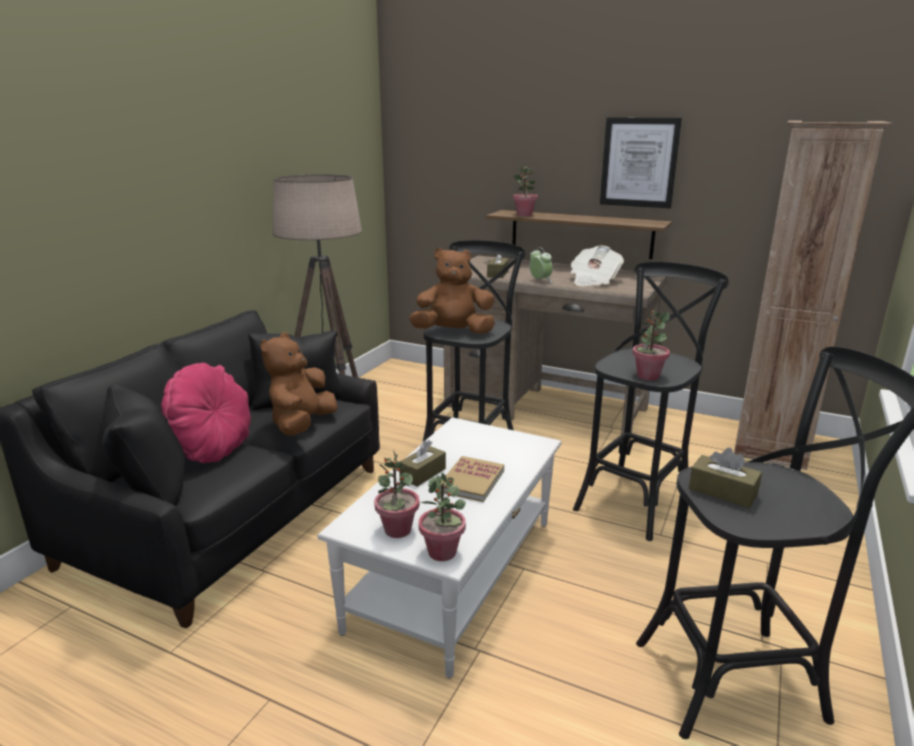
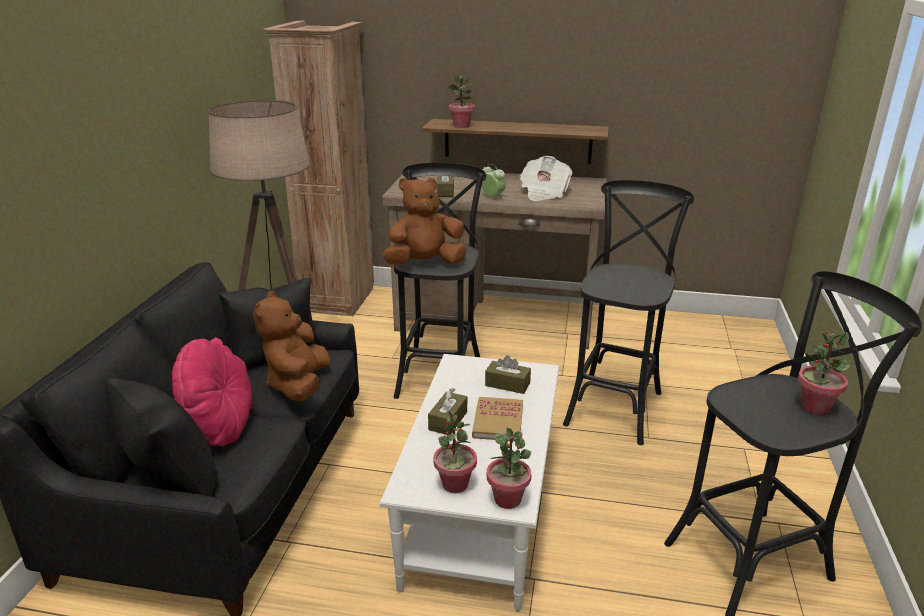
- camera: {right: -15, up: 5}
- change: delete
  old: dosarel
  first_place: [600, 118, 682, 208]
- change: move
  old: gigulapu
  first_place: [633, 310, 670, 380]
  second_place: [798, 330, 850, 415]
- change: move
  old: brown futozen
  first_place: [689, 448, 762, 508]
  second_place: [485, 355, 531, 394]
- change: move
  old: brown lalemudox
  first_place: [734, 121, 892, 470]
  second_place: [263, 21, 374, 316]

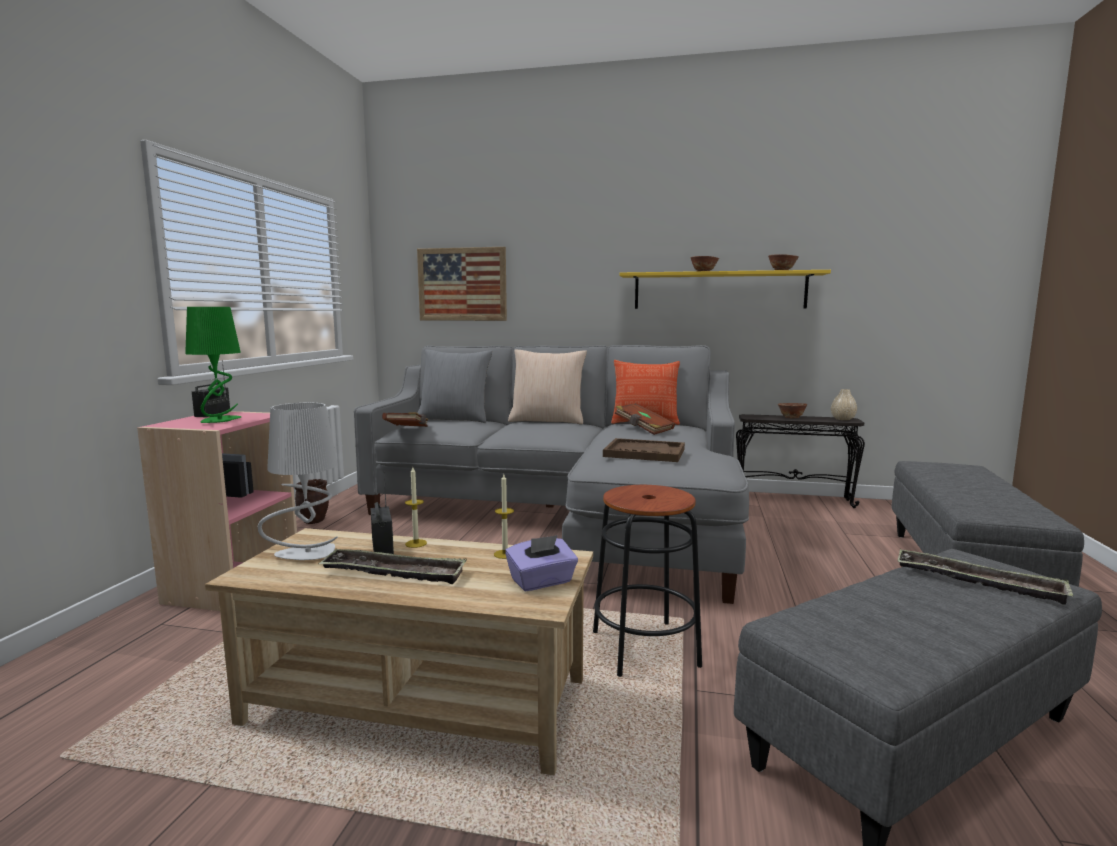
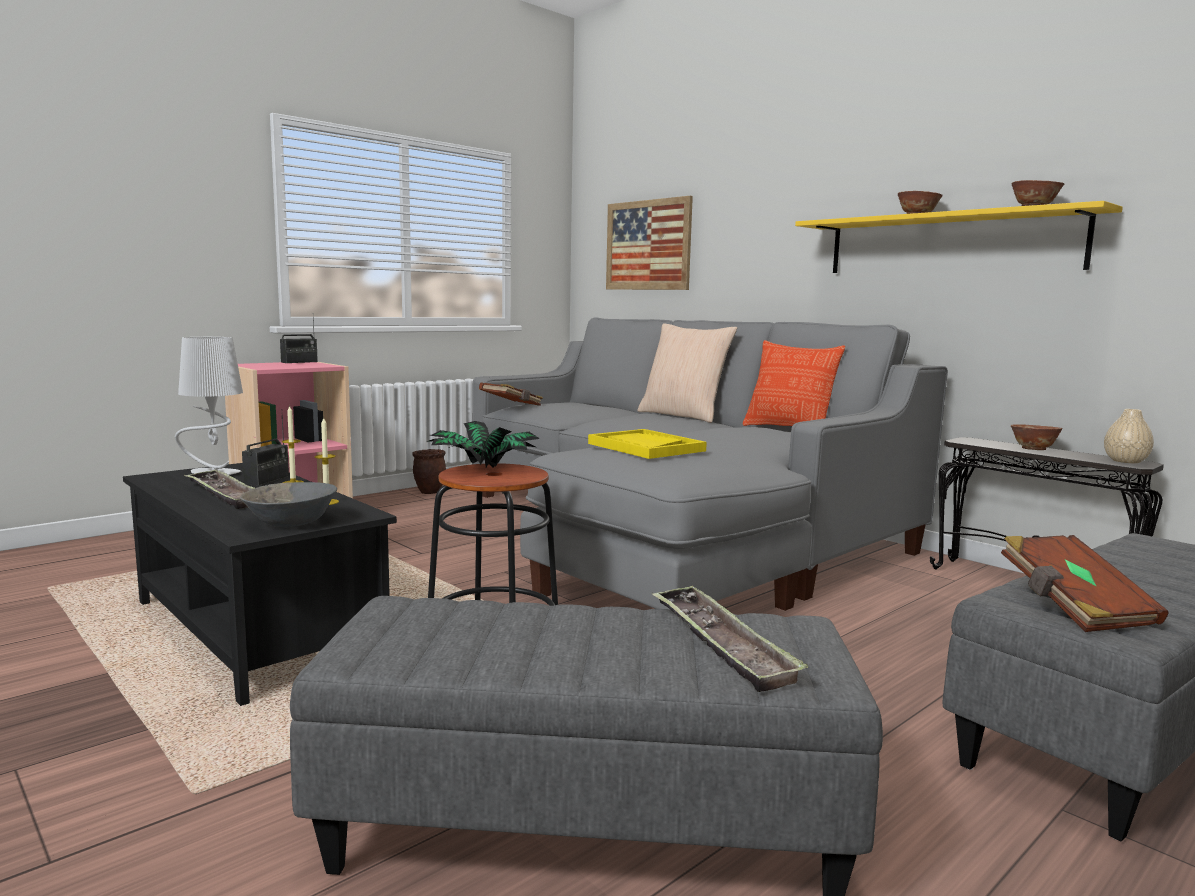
- camera: {right: 35, up: 0}
- change: delete
  old: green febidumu
  first_place: [185, 307, 242, 423]
- change: delete
  old: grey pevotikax
  first_place: [418, 350, 492, 423]
- change: insert
  new: gigulapu
  second_place: [426, 421, 540, 467]
- change: move
  old: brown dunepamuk
  first_place: [615, 403, 675, 435]
  second_place: [1001, 535, 1169, 632]
- change: replace
  old: purple futozen
  new: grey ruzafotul
  first_place: [505, 535, 578, 591]
  second_place: [240, 482, 337, 527]
- change: recolor
  old: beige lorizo
  new: black lorizo
  first_place: [205, 528, 593, 775]
  second_place: [123, 463, 397, 706]
- change: recolor
  old: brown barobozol
  new: yellow barobozol
  first_place: [603, 438, 685, 462]
  second_place: [588, 429, 707, 459]

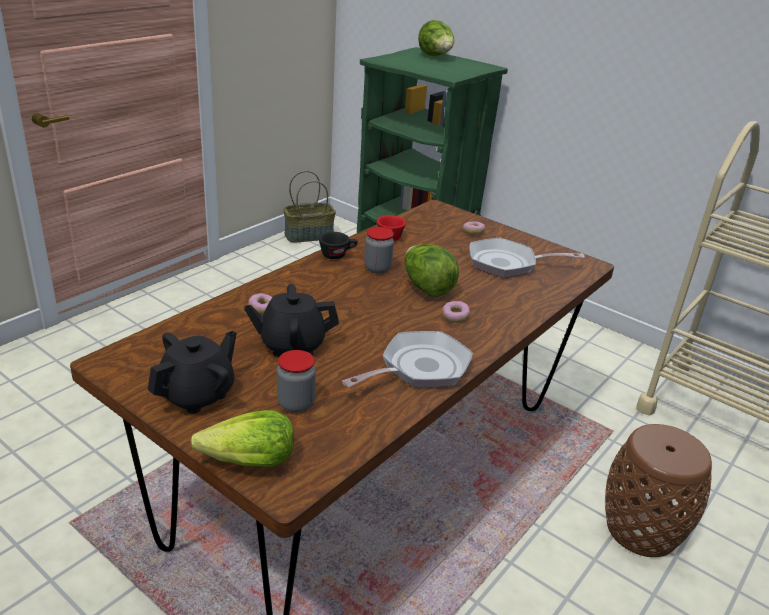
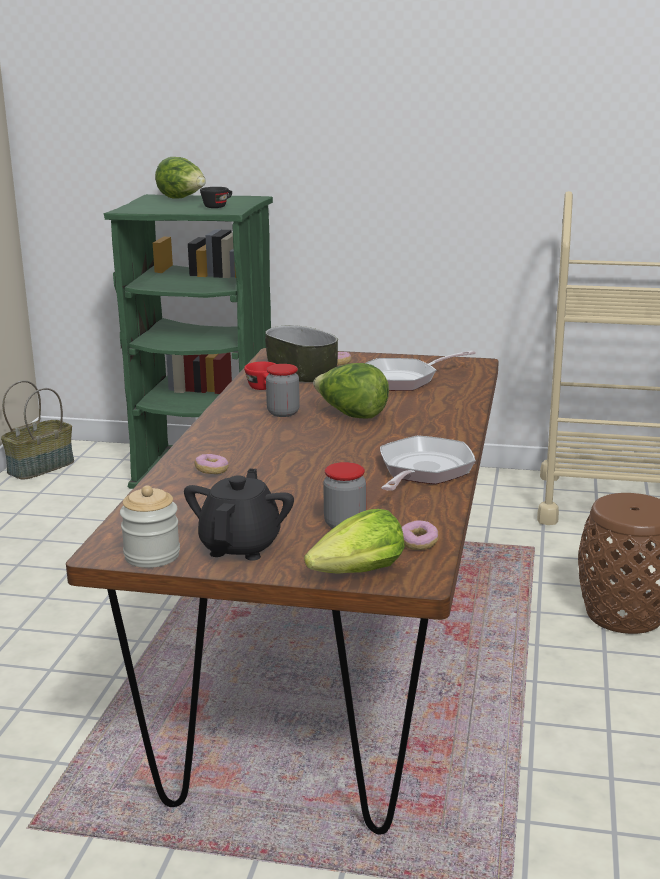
- camera: {right: -25, up: -10}
- change: delete
  old: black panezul
  first_place: [244, 284, 339, 357]
- change: insert
  new: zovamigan
  second_place: [120, 485, 180, 568]
- change: insert
  new: ruzafotul
  second_place: [265, 325, 338, 382]
- change: move
  old: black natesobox
  first_place: [319, 232, 358, 259]
  second_place: [200, 187, 232, 208]
- change: move
  old: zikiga
  first_place: [442, 301, 470, 323]
  second_place: [402, 520, 438, 550]

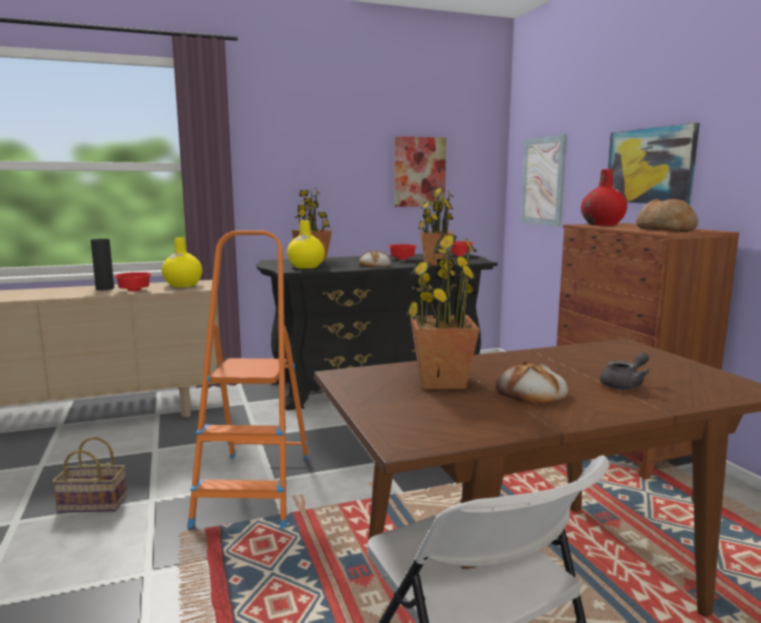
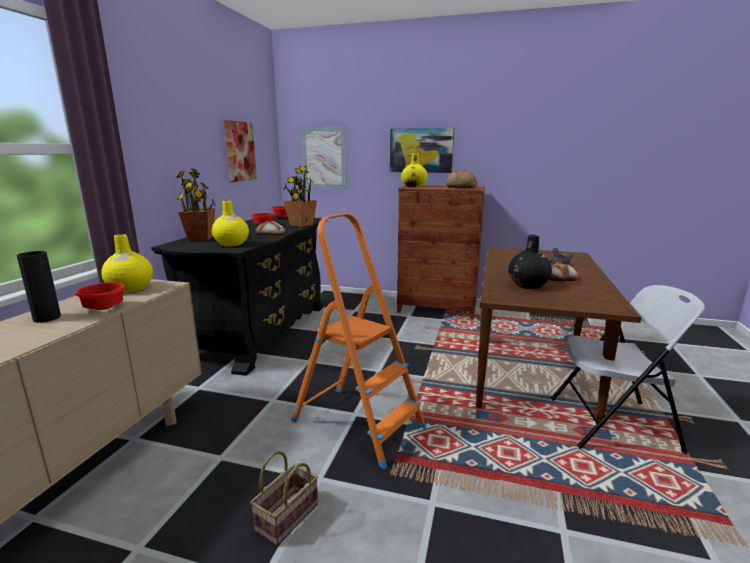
- camera: {right: -55, up: 5}
- change: replace
  old: gigulapu
  new: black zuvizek
  first_place: [406, 234, 480, 389]
  second_place: [508, 235, 552, 289]
- change: recolor
  old: red zuvizek
  new: yellow zuvizek
  first_place: [581, 169, 627, 226]
  second_place: [401, 153, 428, 187]

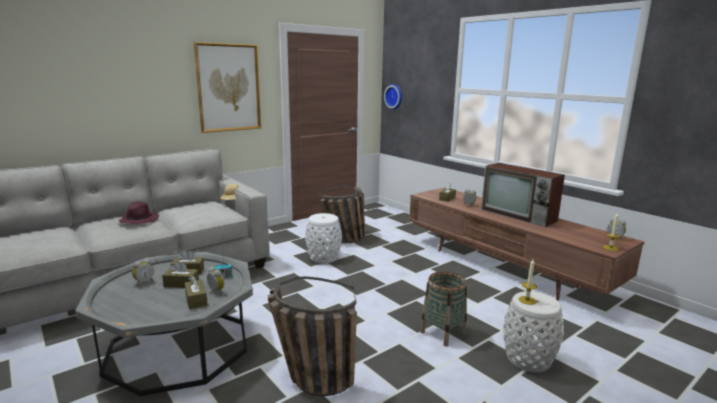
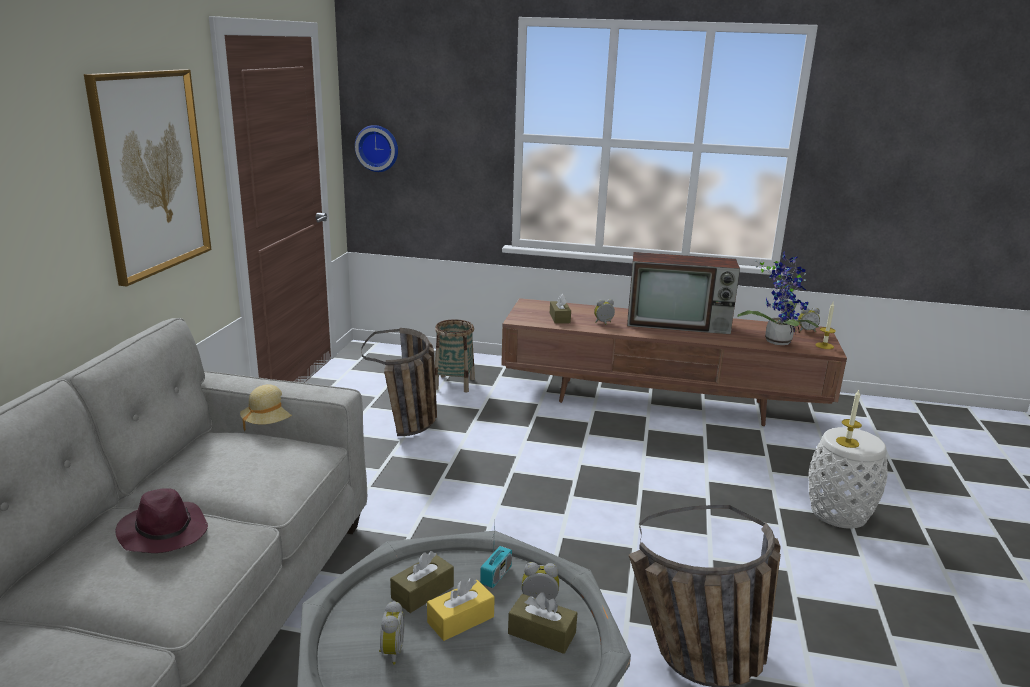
- camera: {right: -40, up: 5}
- change: delete
  old: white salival
  first_place: [305, 213, 342, 264]
- change: insert
  new: gigulapu
  second_place: [737, 251, 819, 345]
- change: move
  old: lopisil
  first_place: [420, 271, 467, 346]
  second_place: [435, 319, 475, 392]
- change: recolor
  old: brown futozen
  new: yellow futozen
  first_place: [162, 261, 199, 288]
  second_place: [427, 578, 495, 641]

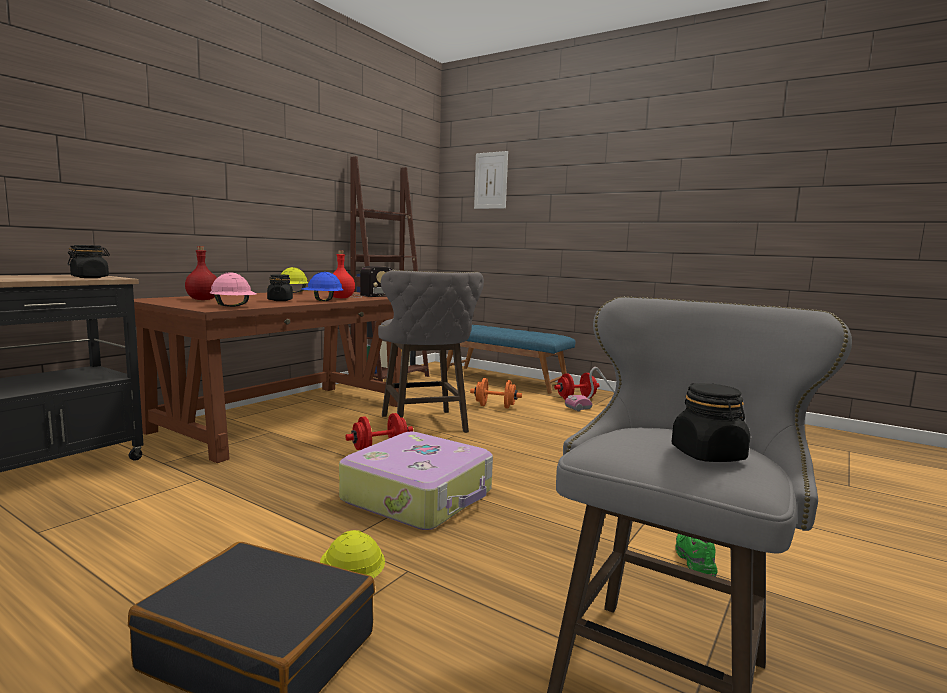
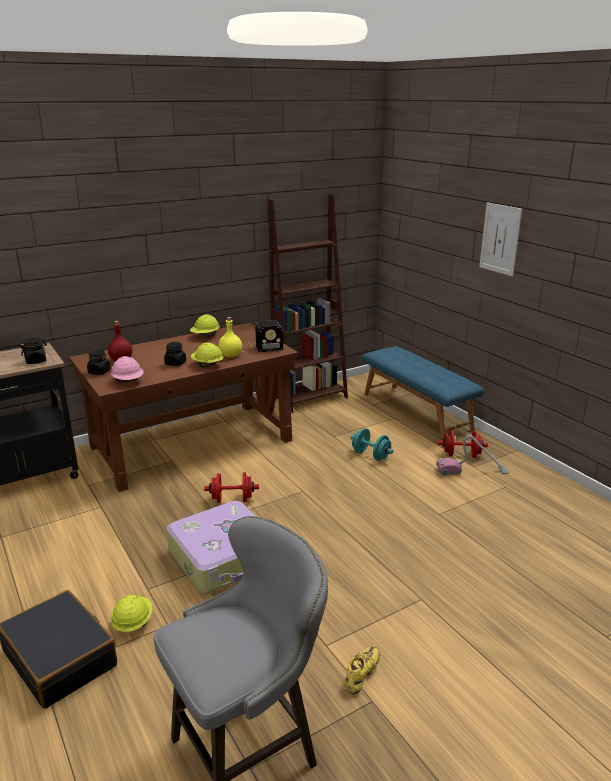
- camera: {right: 25, up: 15}
- change: delete
  old: grey salival
  first_place: [378, 270, 484, 433]
- change: move
  old: dosarel
  first_place: [474, 151, 508, 209]
  second_place: [479, 202, 522, 276]
- change: move
  old: black zovamigan
  first_place: [672, 383, 750, 462]
  second_place: [87, 349, 111, 375]
- change: recolor
  old: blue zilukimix
  new: yellow zilukimix
  first_place: [302, 272, 343, 301]
  second_place: [191, 342, 223, 367]
- change: recolor
  old: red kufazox
  new: yellow kufazox
  first_place: [328, 250, 355, 298]
  second_place: [219, 317, 242, 358]
- change: recolor
  old: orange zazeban
  new: turquoise zazeban
  first_place: [470, 378, 522, 408]
  second_place: [351, 428, 393, 461]
- change: recolor
  old: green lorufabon
  new: yellow lorufabon
  first_place: [675, 534, 718, 577]
  second_place: [343, 646, 380, 694]

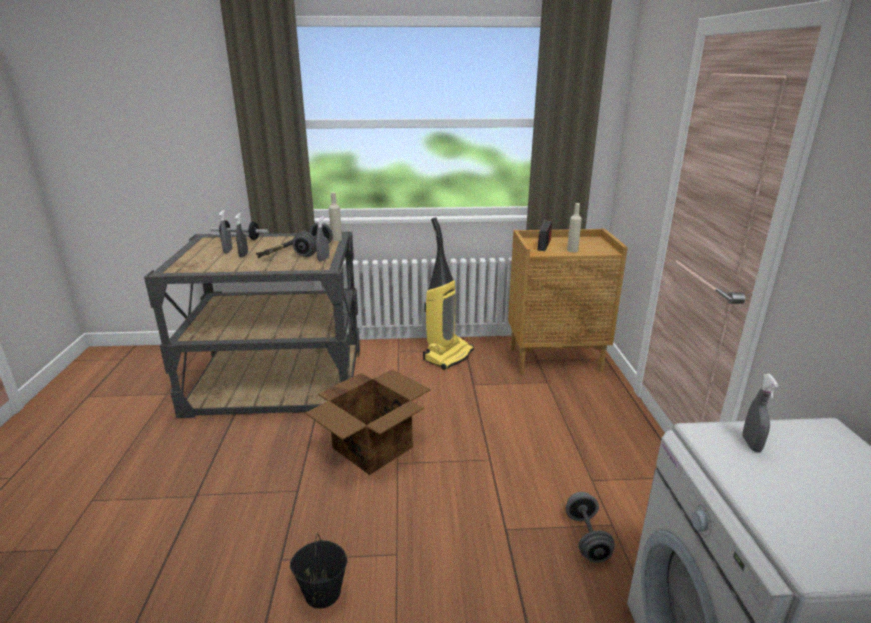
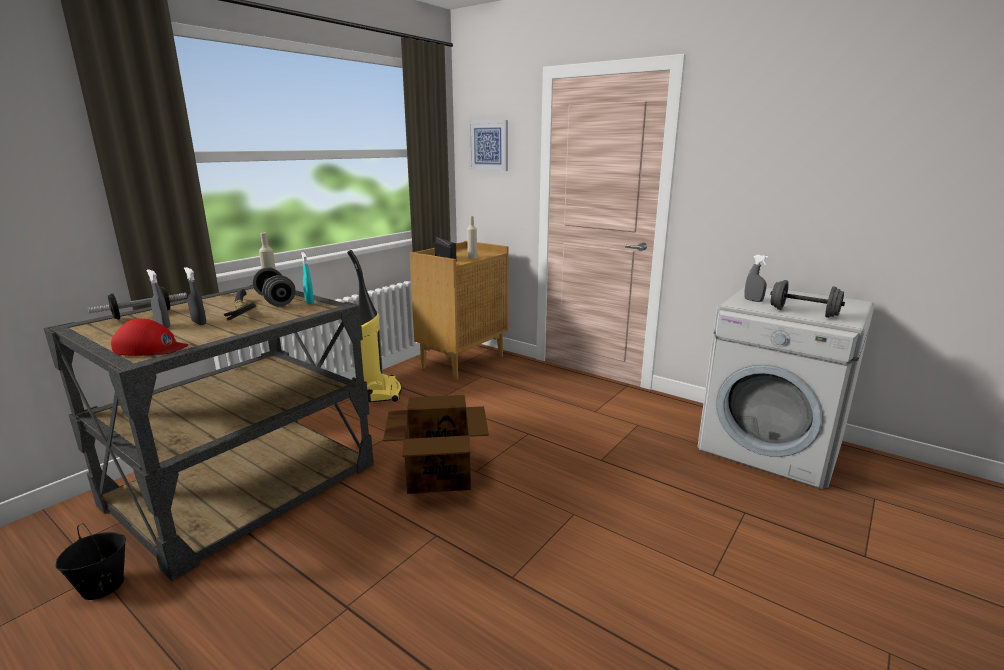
- camera: {right: -50, up: -5}
- change: insert
  new: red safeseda
  second_place: [111, 318, 188, 356]
- change: insert
  new: dosarel
  second_place: [468, 120, 508, 171]
- change: move
  old: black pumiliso
  first_place: [290, 533, 347, 609]
  second_place: [55, 523, 126, 600]
- change: move
  old: grey zazeban
  first_place: [566, 492, 615, 563]
  second_place: [770, 280, 845, 318]
- change: recolor
  old: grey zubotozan
  new: turquoise zubotozan
  first_place: [316, 216, 329, 262]
  second_place: [301, 252, 314, 304]

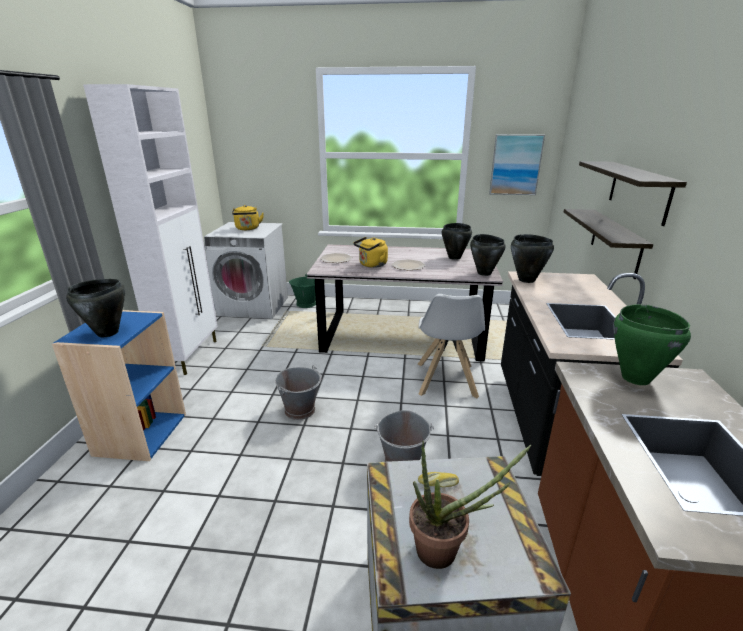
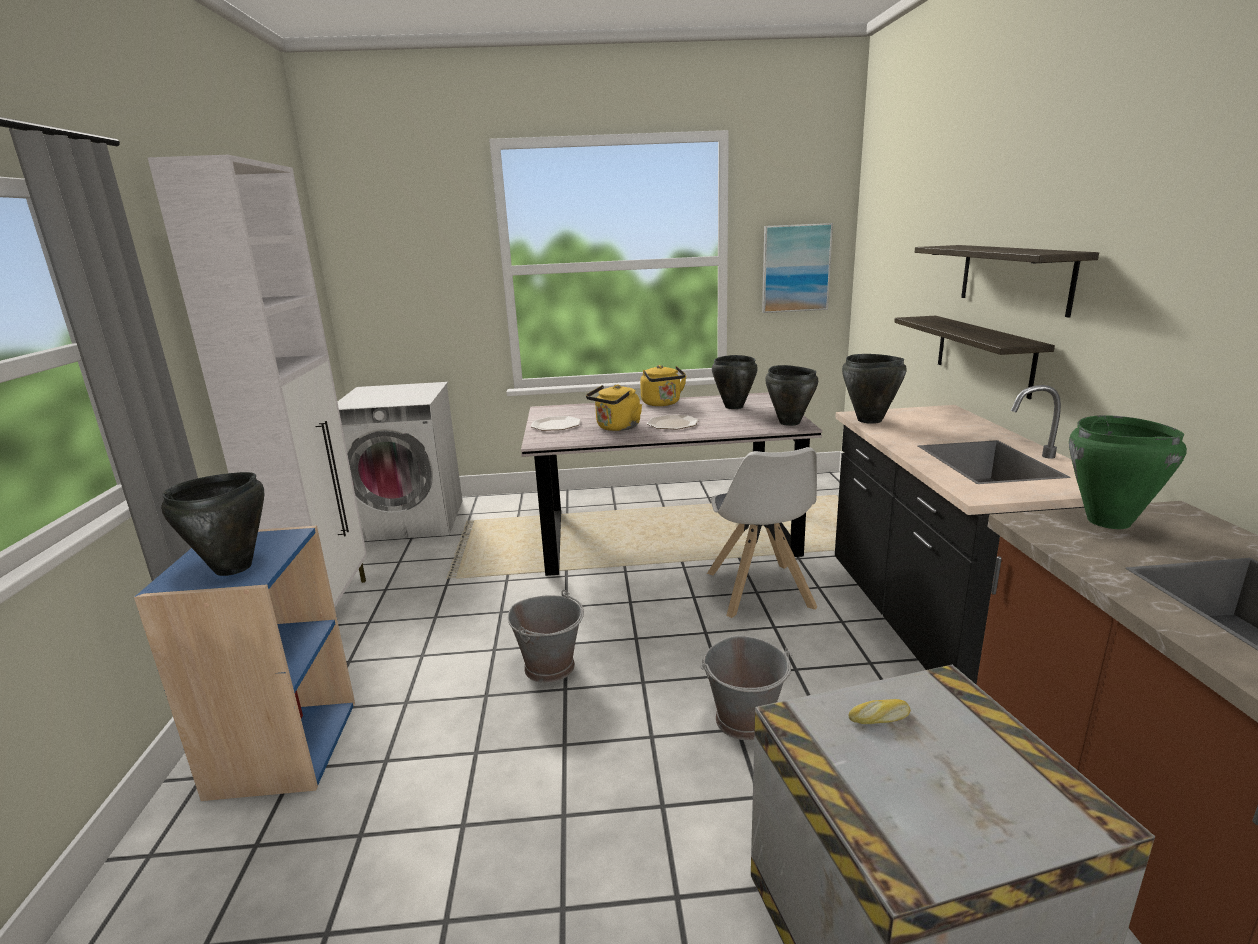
- camera: {right: -10, up: -5}
- change: delete
  old: green pumiliso
  first_place: [289, 274, 316, 308]
- change: delete
  old: gigulapu
  first_place: [409, 441, 531, 569]
- change: move
  old: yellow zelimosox
  first_place: [232, 205, 264, 230]
  second_place: [640, 365, 686, 406]

